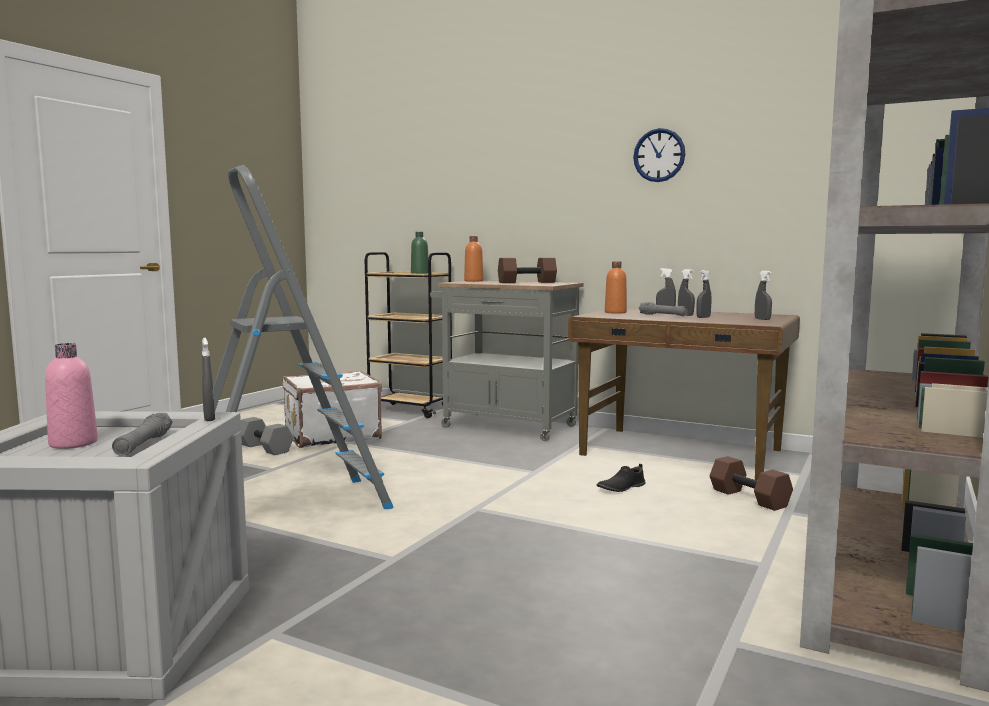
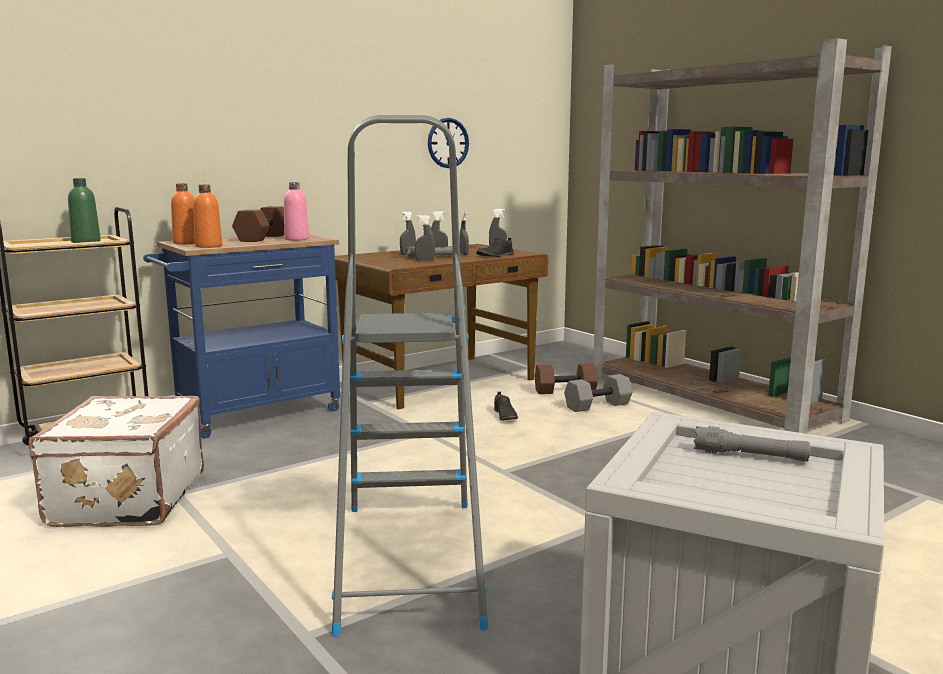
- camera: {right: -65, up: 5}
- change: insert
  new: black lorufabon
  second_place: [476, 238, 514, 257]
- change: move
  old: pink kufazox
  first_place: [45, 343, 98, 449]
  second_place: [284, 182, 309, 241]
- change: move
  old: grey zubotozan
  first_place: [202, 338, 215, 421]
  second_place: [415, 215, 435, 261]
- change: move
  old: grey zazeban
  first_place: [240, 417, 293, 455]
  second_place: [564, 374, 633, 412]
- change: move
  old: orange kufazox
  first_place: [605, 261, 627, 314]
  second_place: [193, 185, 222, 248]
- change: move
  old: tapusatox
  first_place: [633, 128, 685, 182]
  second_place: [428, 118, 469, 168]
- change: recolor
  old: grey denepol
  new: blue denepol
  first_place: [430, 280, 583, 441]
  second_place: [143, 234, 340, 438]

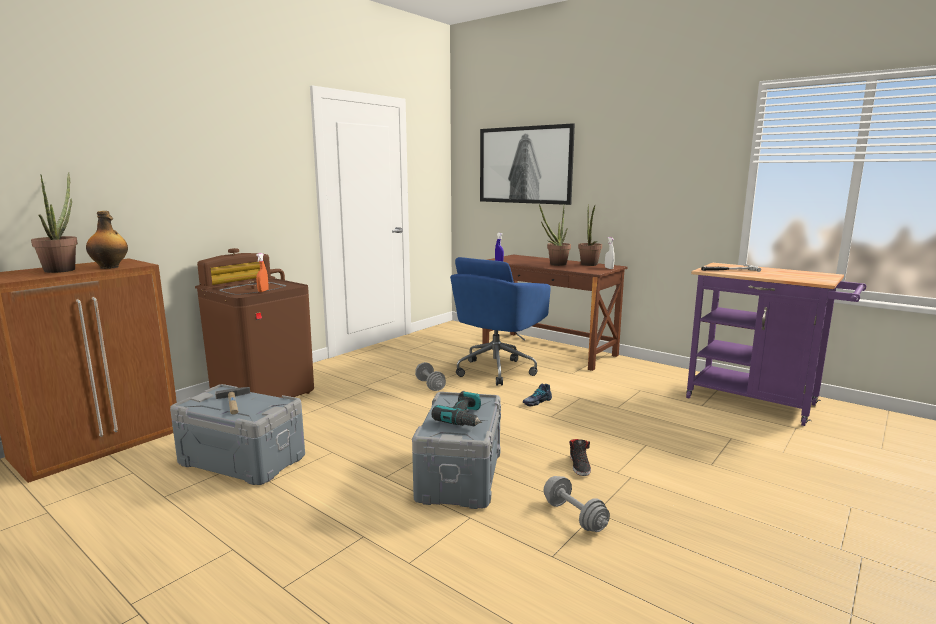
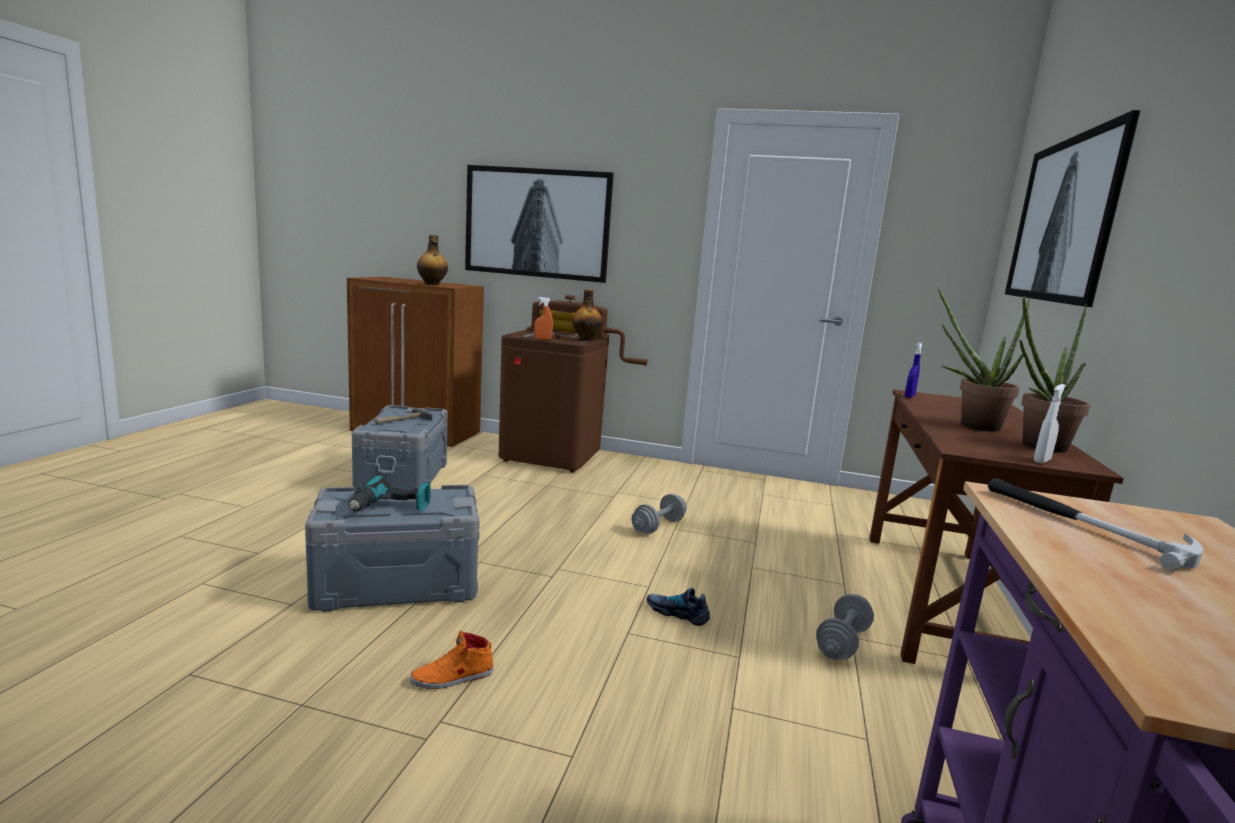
- camera: {right: 65, up: 0}
- change: delete
  old: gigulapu
  first_place: [31, 172, 78, 273]
- change: delete
  old: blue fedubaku
  first_place: [450, 257, 550, 385]
- change: insert
  new: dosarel
  second_place: [465, 165, 614, 283]
- change: insert
  new: kufazox
  second_place: [572, 289, 603, 341]
- change: move
  old: grey zazeban
  first_place: [543, 476, 610, 532]
  second_place: [816, 594, 874, 660]
- change: recolor
  old: black lorufabon
  new: orange lorufabon
  first_place: [569, 439, 591, 476]
  second_place: [410, 631, 493, 689]

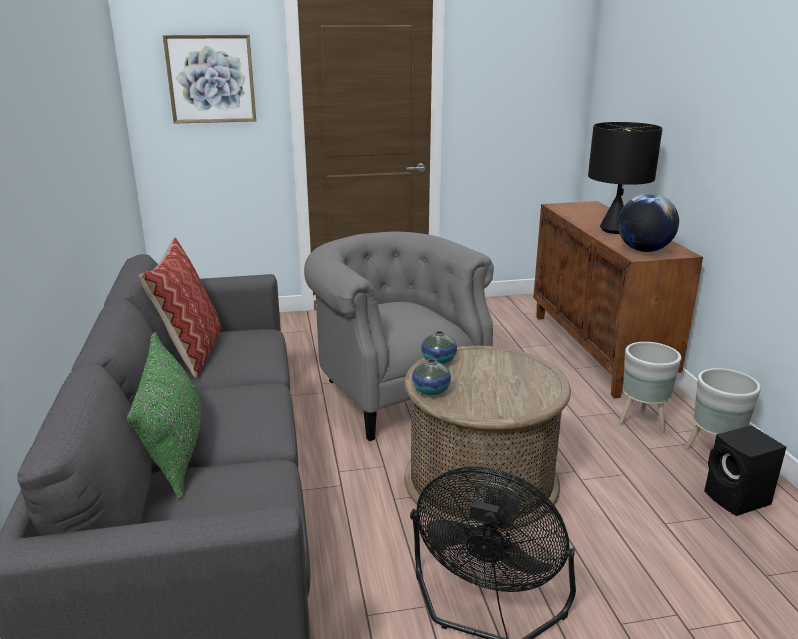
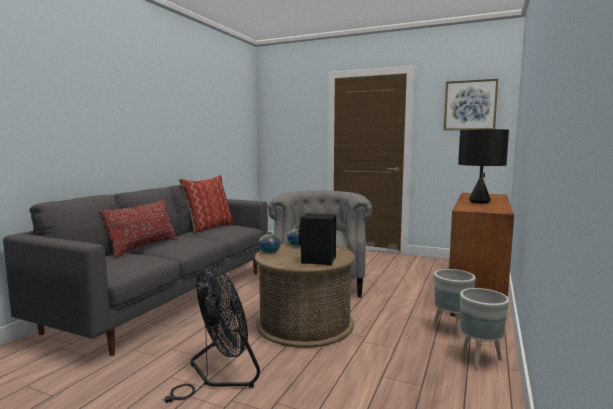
- camera: {right: 35, up: -15}
- change: delete
  old: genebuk
  first_place: [618, 193, 679, 252]
- change: move
  old: dosarel
  first_place: [163, 35, 256, 124]
  second_place: [444, 79, 498, 130]
- change: move
  old: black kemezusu
  first_place: [704, 425, 786, 516]
  second_place: [298, 213, 336, 265]
- change: recolor
  old: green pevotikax
  new: red pevotikax
  first_place: [127, 332, 201, 501]
  second_place: [100, 199, 178, 258]

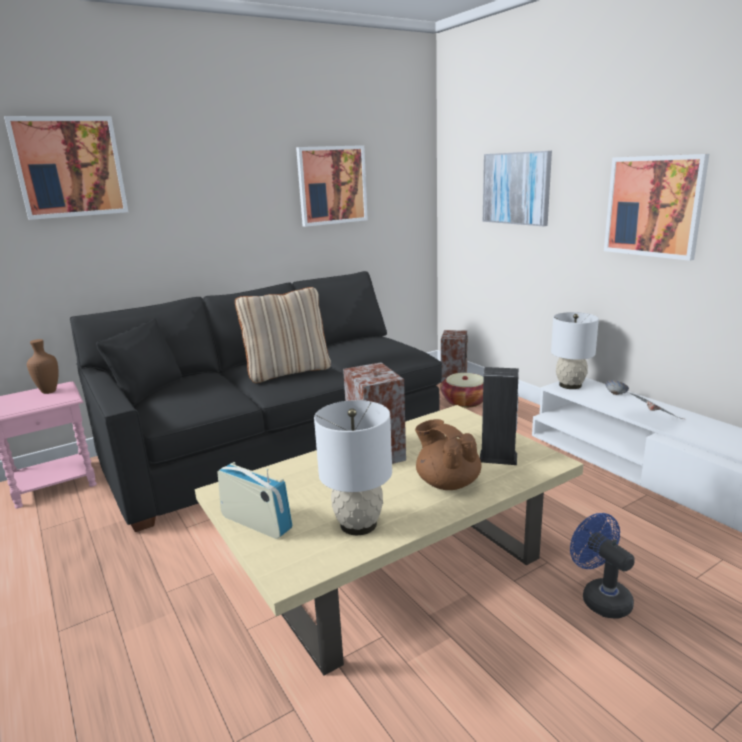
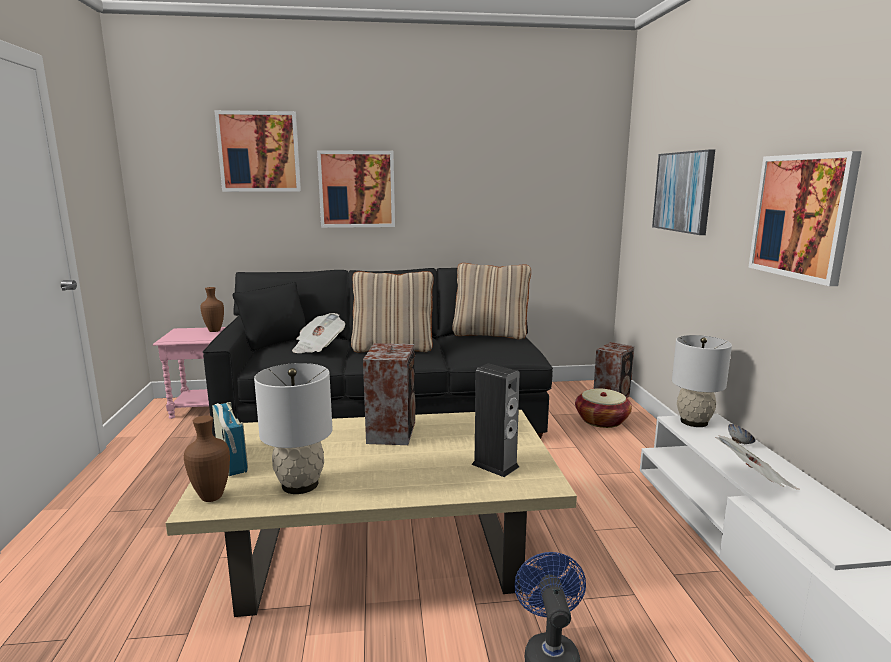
- camera: {right: 25, up: -5}
- change: delete
  old: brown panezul
  first_place: [415, 419, 481, 490]
- change: insert
  new: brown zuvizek
  second_place: [184, 415, 230, 502]
- change: insert
  new: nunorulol
  second_place: [292, 313, 345, 353]
- change: insert
  new: beige pevotikax
  second_place: [452, 263, 531, 340]
- change: move
  old: dosarel
  first_place: [296, 145, 368, 227]
  second_place: [317, 150, 395, 228]

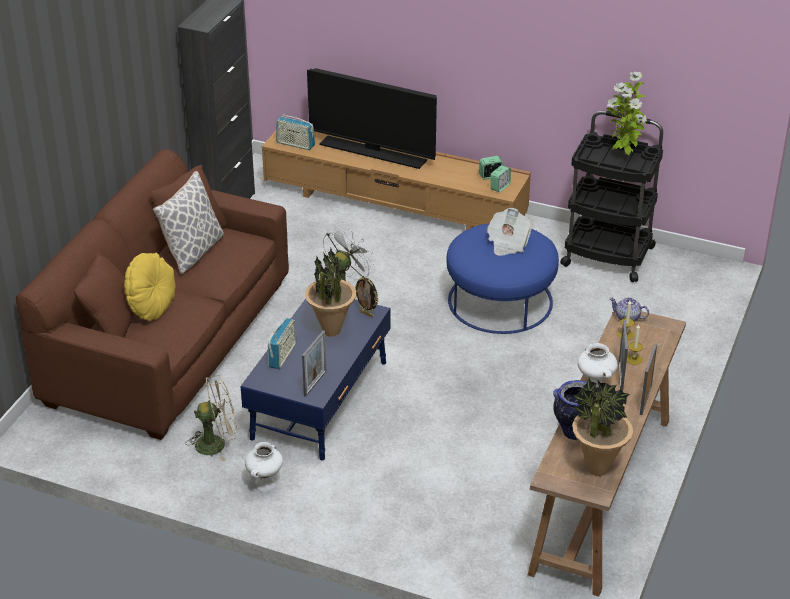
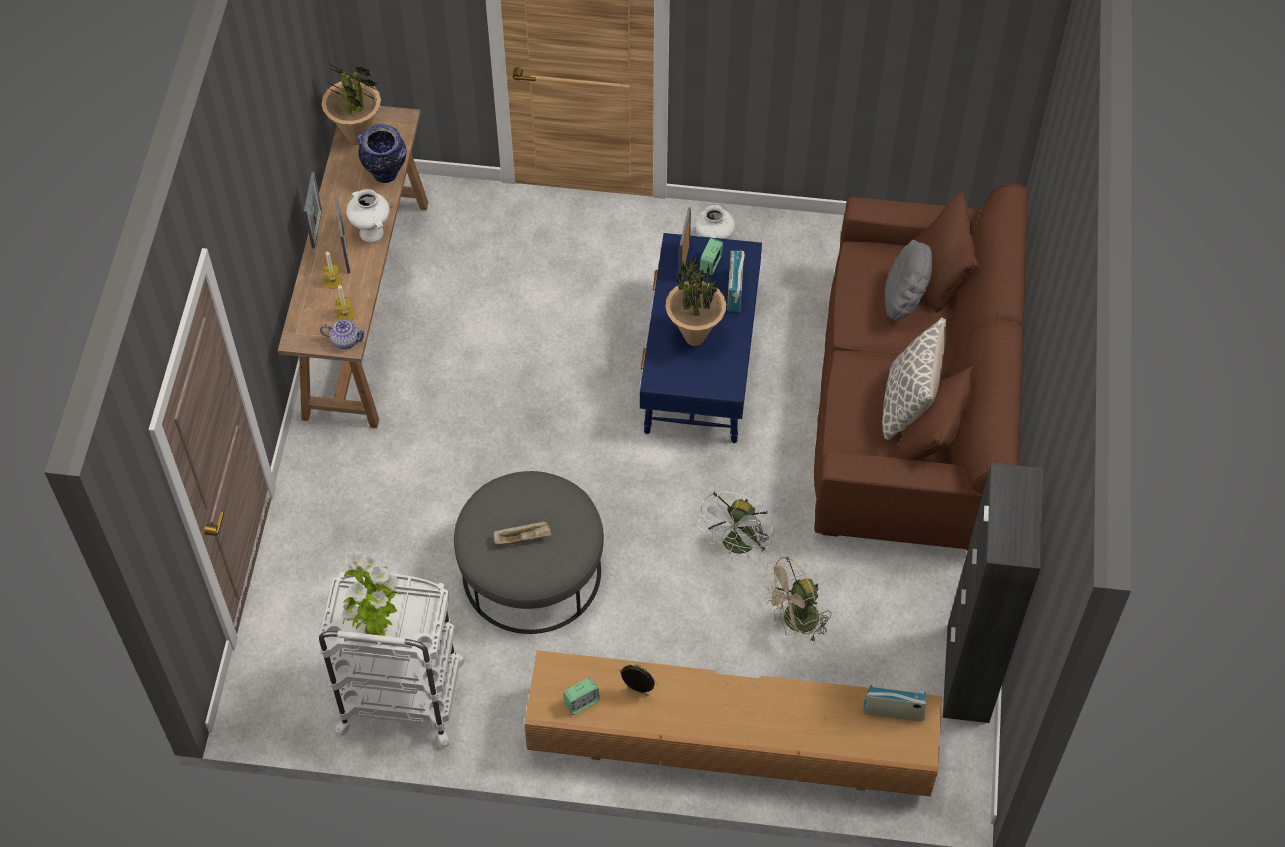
- camera: {right: 165, up: 20}
- change: delete
  old: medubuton
  first_place: [307, 68, 437, 169]
- change: move
  old: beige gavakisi
  first_place: [185, 375, 237, 461]
  second_place: [762, 557, 831, 643]
- change: move
  old: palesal
  first_place: [354, 277, 378, 318]
  second_place: [619, 663, 658, 696]
- change: move
  old: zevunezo
  first_place: [490, 165, 511, 192]
  second_place: [699, 238, 723, 275]
- change: replace
  old: nunorulol
  new: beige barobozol
  first_place: [487, 208, 532, 256]
  second_place: [493, 520, 551, 544]
- change: recolor
  old: yellow pevotikax
  new: grey pevotikax
  first_place: [124, 253, 176, 321]
  second_place: [885, 240, 932, 320]
- change: recolor
  old: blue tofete
  new: grey tofete
  first_place: [447, 223, 559, 334]
  second_place: [454, 471, 604, 634]
- change: recolor
  old: black denepol
  new: white denepol
  first_place: [560, 111, 663, 282]
  second_place: [319, 572, 465, 747]

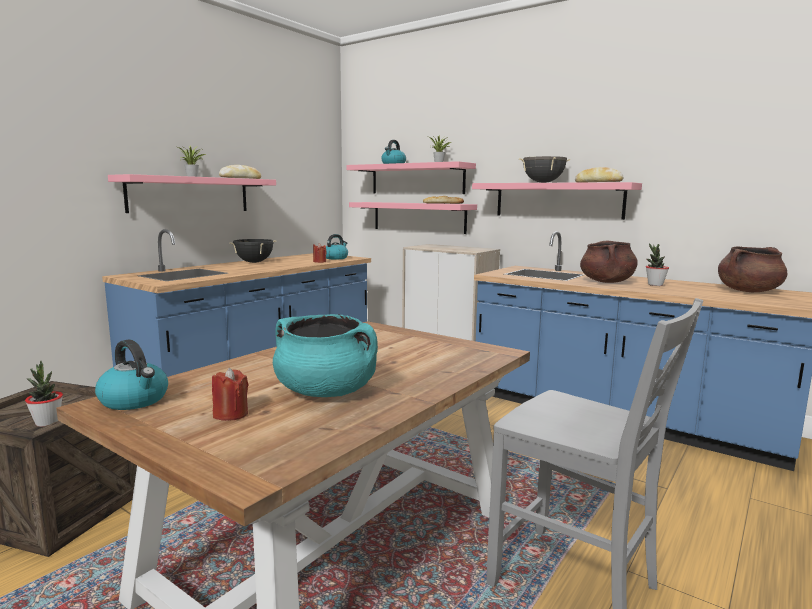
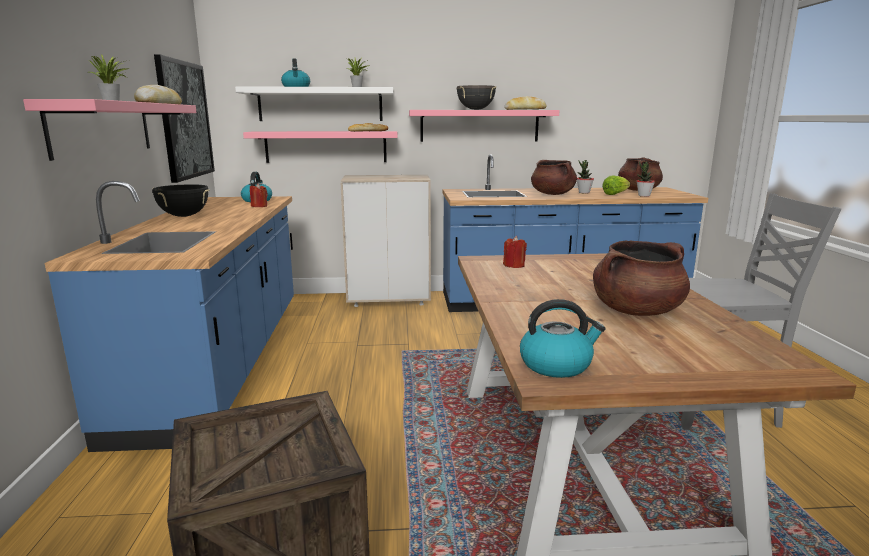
- camera: {right: -40, up: 5}
- change: insert
  new: dosarel
  second_place: [154, 54, 215, 183]
- change: insert
  new: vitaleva
  second_place: [602, 176, 630, 195]
- change: move
  old: gigulapu
  first_place: [25, 361, 63, 427]
  second_place: [637, 162, 655, 197]
- change: move
  old: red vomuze
  first_place: [212, 368, 249, 421]
  second_place: [503, 236, 527, 268]
- change: recolor
  old: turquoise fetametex
  new: brown fetametex
  first_place: [273, 314, 378, 397]
  second_place: [593, 240, 690, 316]
- change: recolor
  old: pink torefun
  new: white torefun
  first_place: [347, 161, 476, 194]
  second_place: [235, 86, 393, 121]

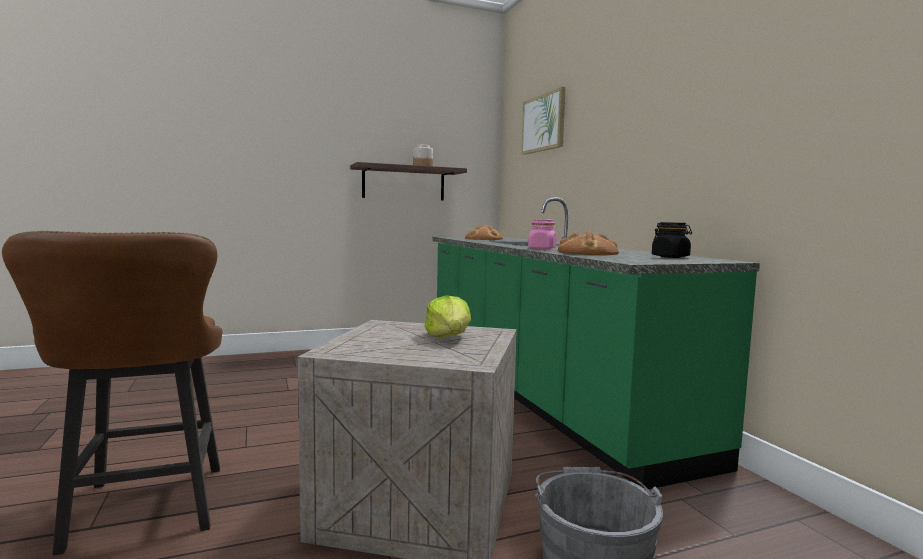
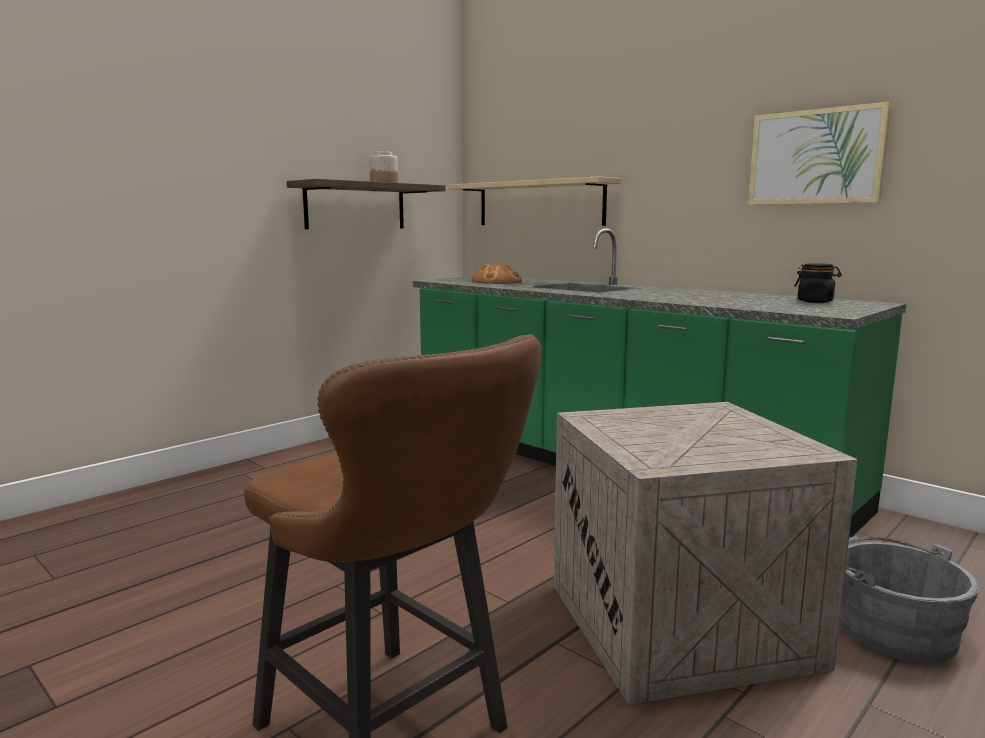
- camera: {right: -25, up: 5}
- change: delete
  old: vitaleva
  first_place: [424, 295, 471, 337]
- change: delete
  old: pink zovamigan
  first_place: [528, 219, 557, 249]
- change: delete
  old: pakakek
  first_place: [558, 232, 619, 255]
- change: insert
  new: beige torefun
  second_place: [448, 176, 622, 226]
- change: move
  old: dosarel
  first_place: [521, 87, 566, 155]
  second_place: [748, 102, 891, 205]

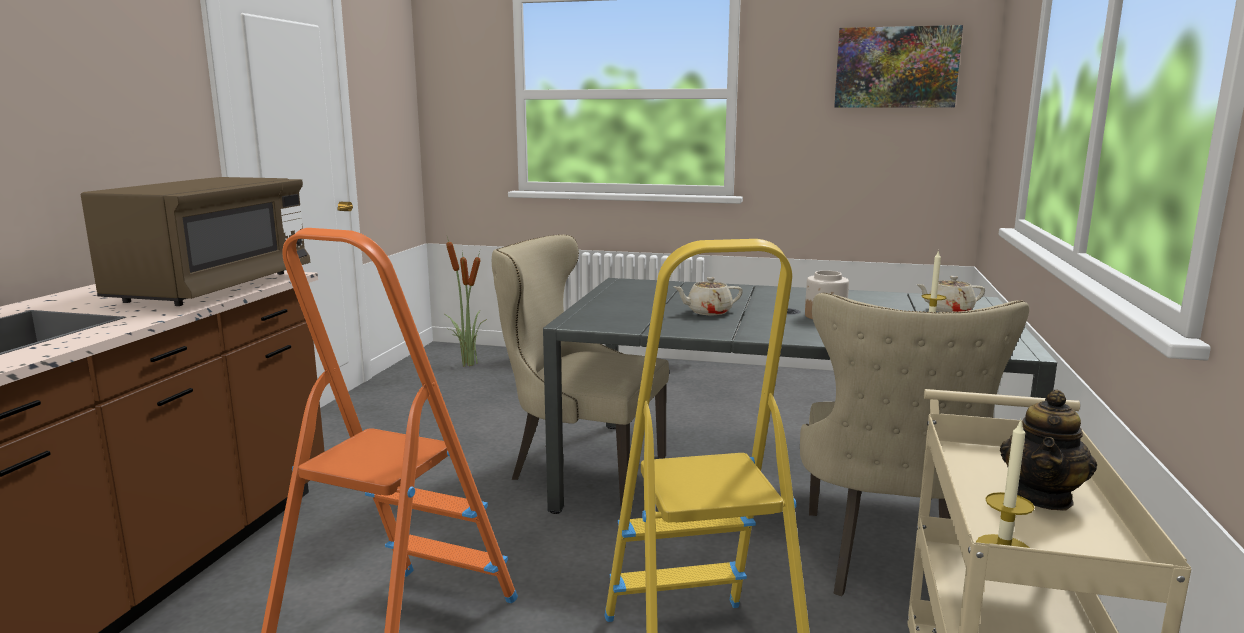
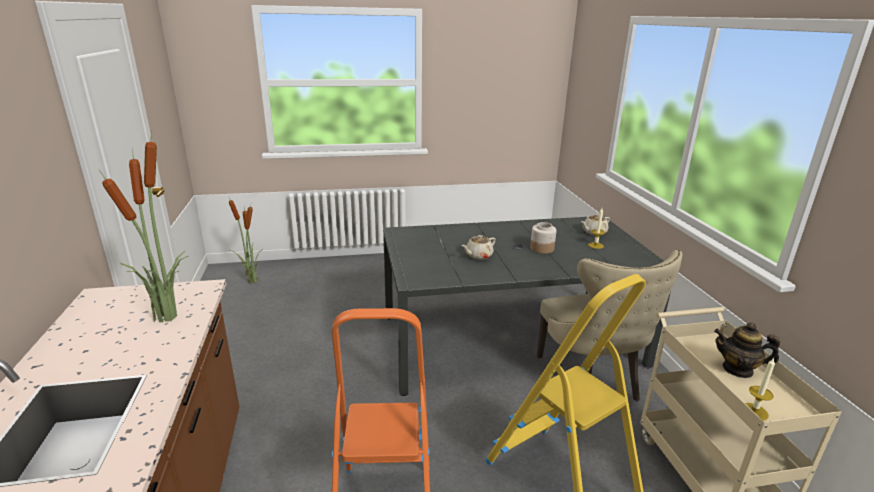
- camera: {right: -25, up: 10}
- change: delete
  old: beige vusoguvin
  first_place: [492, 234, 669, 507]
- change: delete
  old: dosarel
  first_place: [834, 25, 963, 107]
- change: replace
  old: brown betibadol
  new: gigulapu
  first_place: [81, 177, 310, 306]
  second_place: [97, 128, 188, 322]
- change: rotate
  old: panezul
  first_place: [1000, 389, 1097, 511]
  second_place: [714, 322, 780, 378]
  degrees: 105

